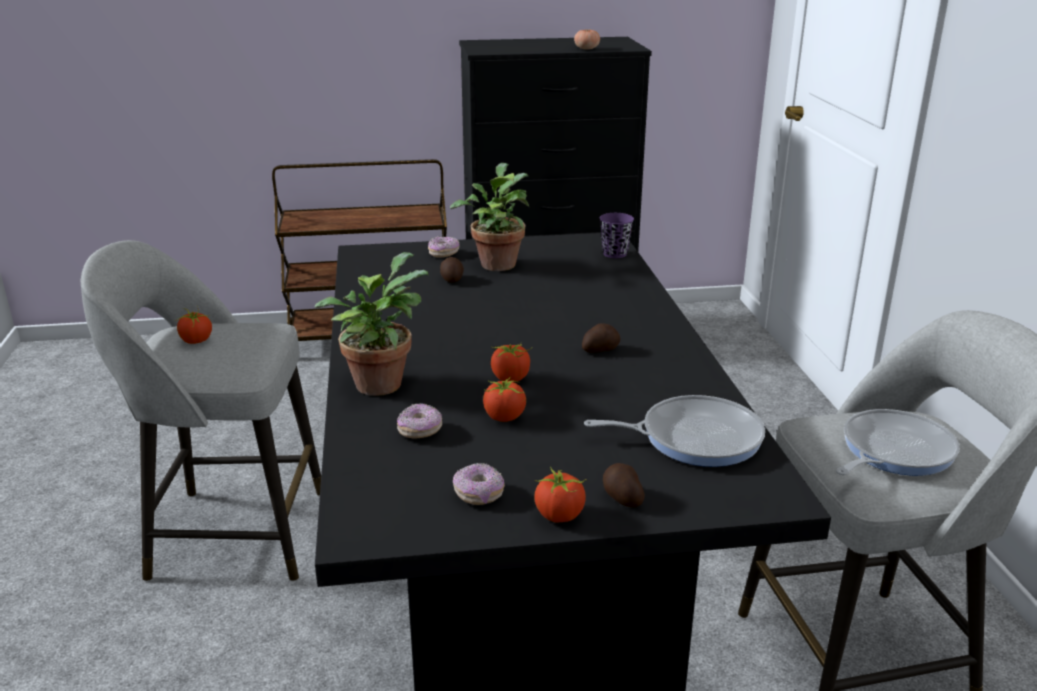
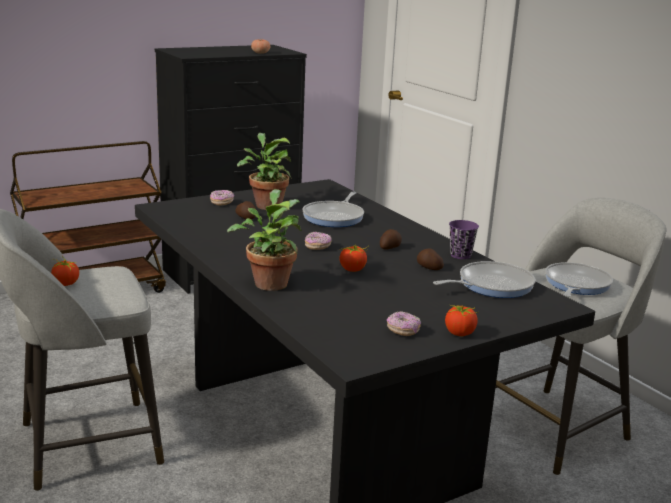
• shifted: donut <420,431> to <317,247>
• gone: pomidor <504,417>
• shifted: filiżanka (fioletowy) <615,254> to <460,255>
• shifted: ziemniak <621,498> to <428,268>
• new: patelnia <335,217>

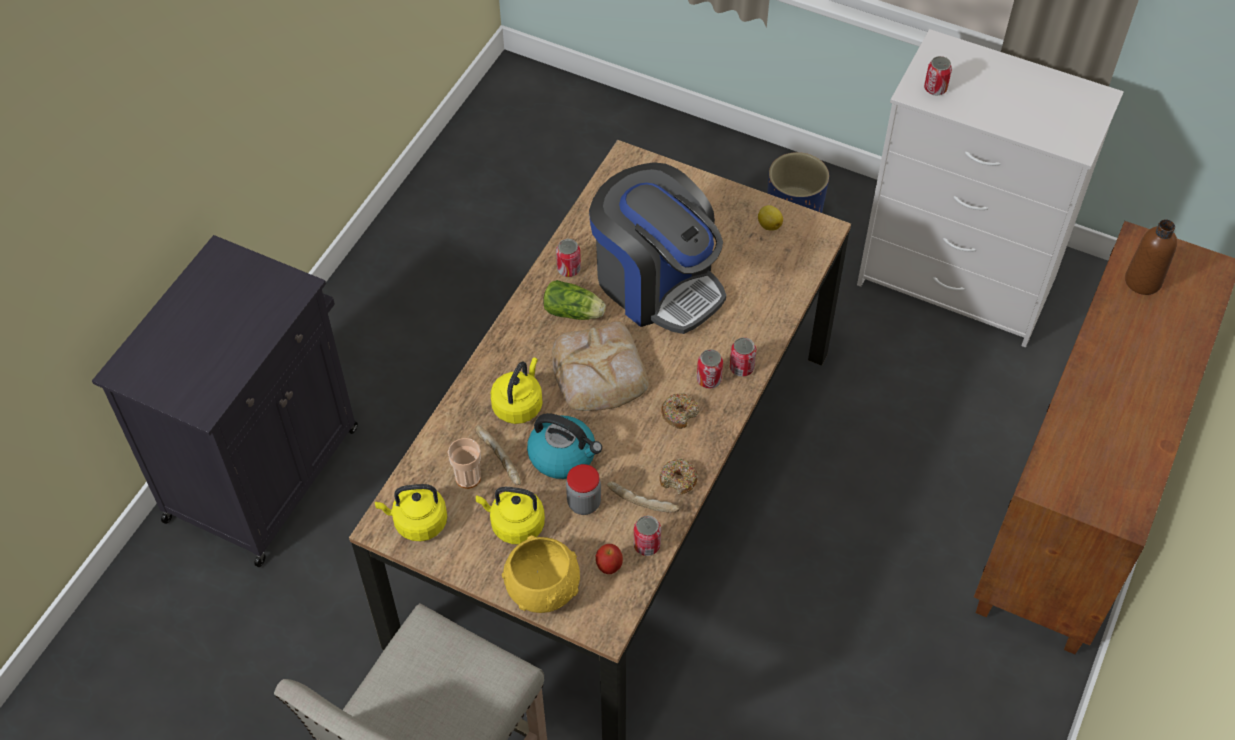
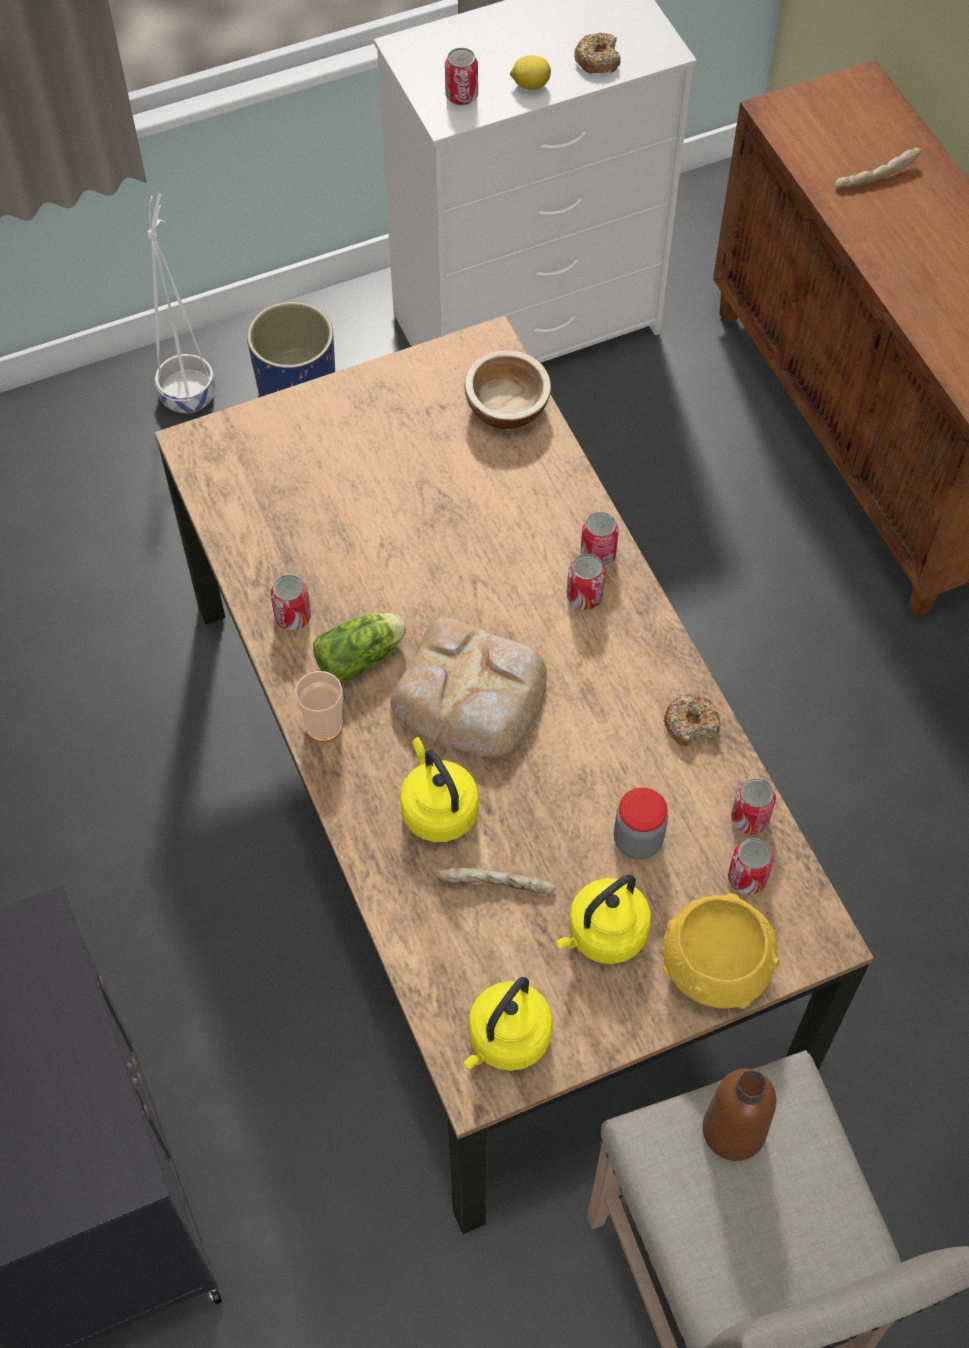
• shifted: filiżanka <468,477> to <324,726>
• gone: czajnik <563,455>
• gone: ekspres do kawy <657,283>
• swapped: jabłko <609,567> to puszka <747,878>
• shifted: chleb <643,501> to <875,175>
• shifted: donut <679,413> to <597,60>
• shifted: cytryna <769,225> to <530,85>
• shifted: butelka (brązowy) <1143,281> to <733,1130>
• new: donica (biały) <188,394>
• new: miska <506,408>

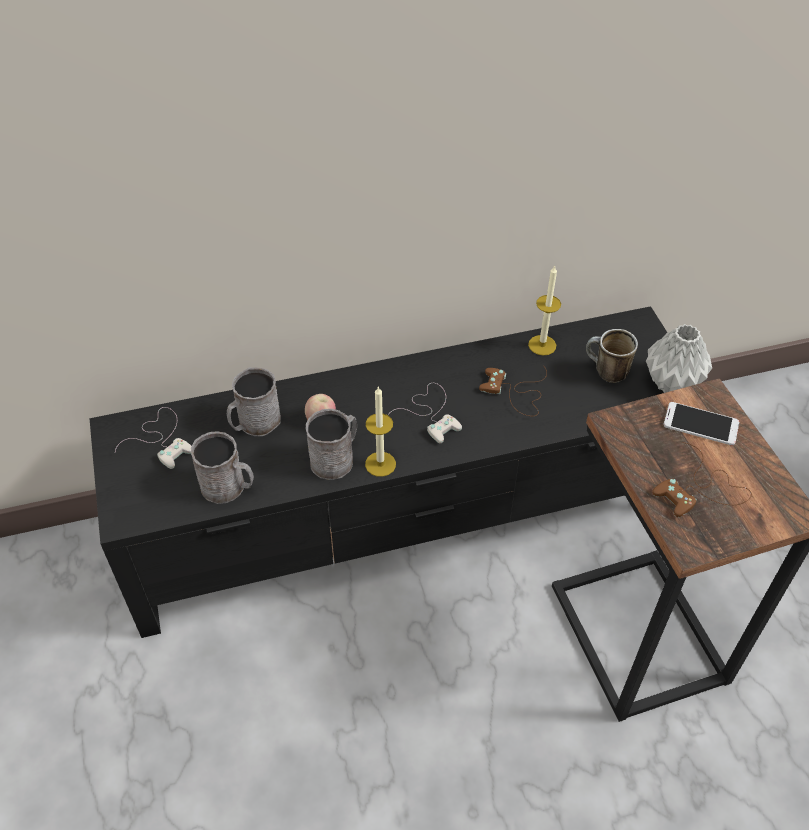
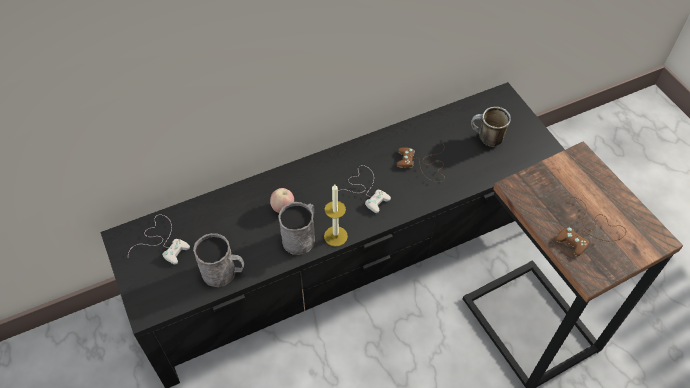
• gone: kubek (szary) <255,424>
• gone: świeca <542,345>
• gone: wazon (szary) <673,383>
• gone: telefon <701,424>

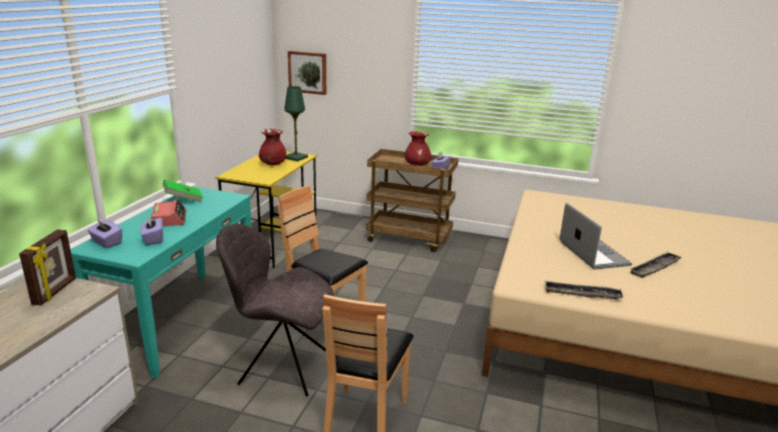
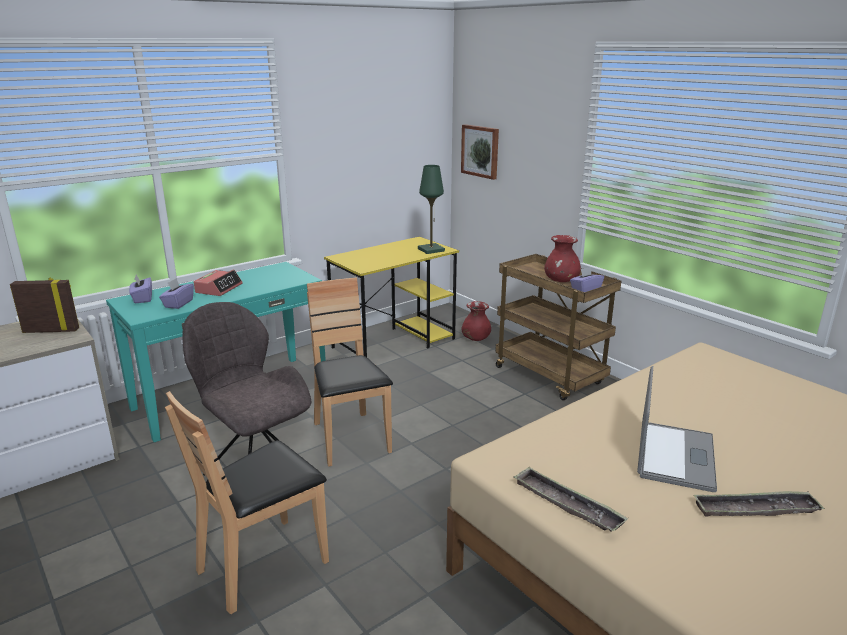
• rotated: ramka na zdjęcie <55,291> = <51,330> 135 degrees counterclockwise
• gone: książka (zielony) <183,199>
• shifted: wazon (czerwony) <273,164> to <475,339>

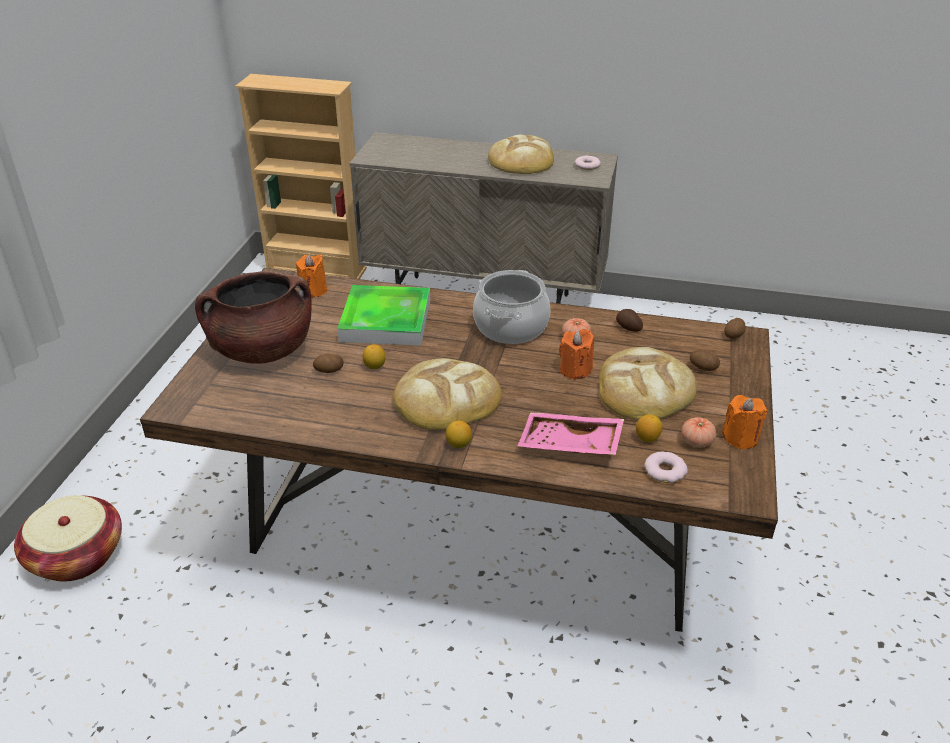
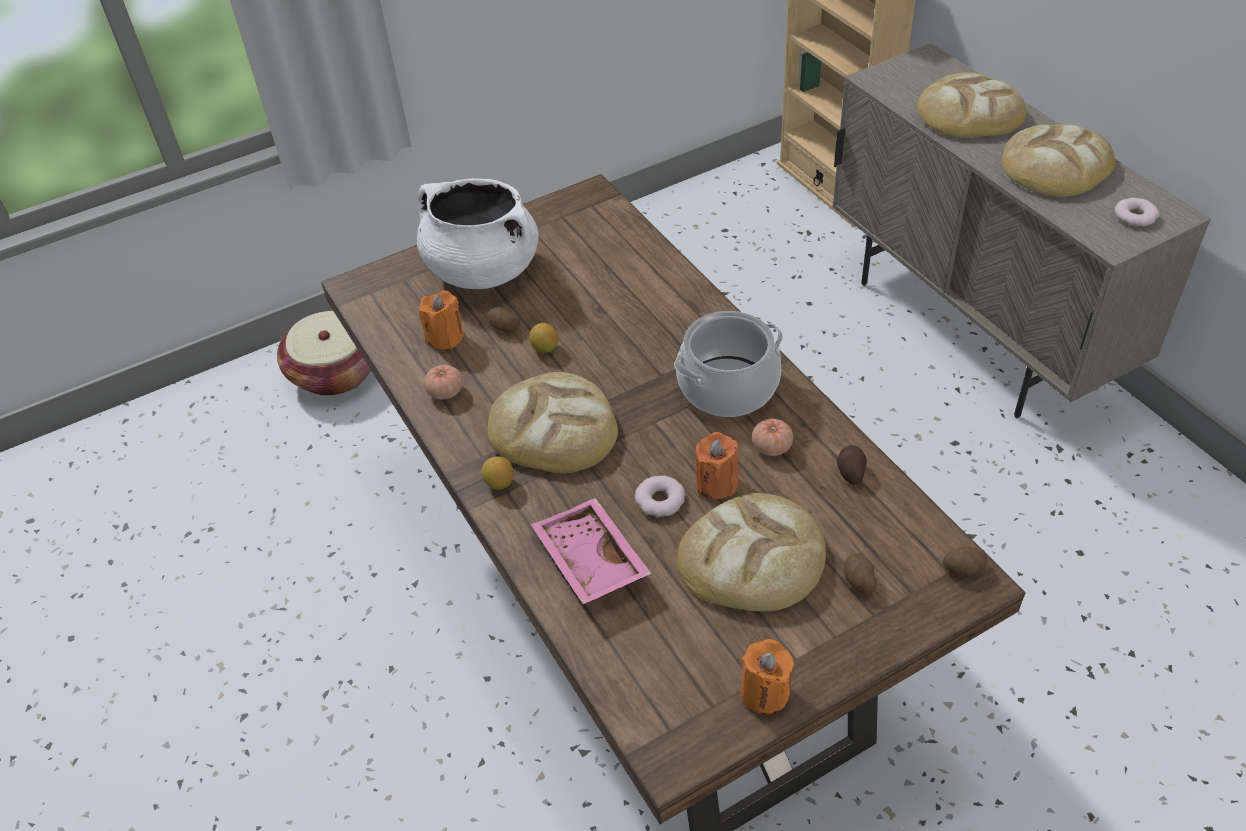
• repainted: garnek (brązowy) <262,350> to garnek (biały) <482,270>
• shifted: świeca (pomarańczowy) <313,291> to <445,337>
• gone: taca <386,320>
• gone: cytryna <647,438>
• shifted: donut <665,471> to <660,500>
• shifted: pomidor <697,441> to <445,391>
• new: chleb <969,113>

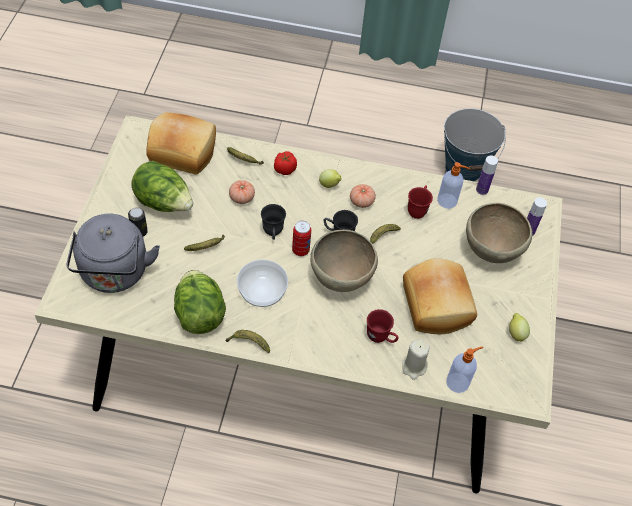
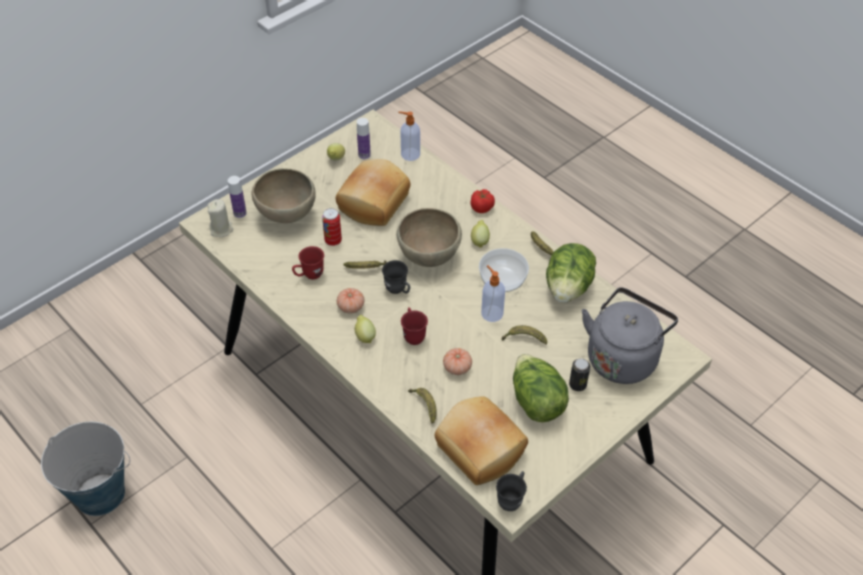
• shifted: kubek (szary) <273,233> to <512,498>
• shifted: pomidor <284,169> to <482,208>
• shifted: puszka <300,250> to <333,241>
• shifted: kubek (czerwony) <380,338> to <413,334>
• shifted: świeca (beżowy) <414,367> to <221,229>
• shifted: dozownik mydła <448,201> to <491,313>
• shifted: butelka <482,190> to <364,155>
• new: cytryna <479,241>

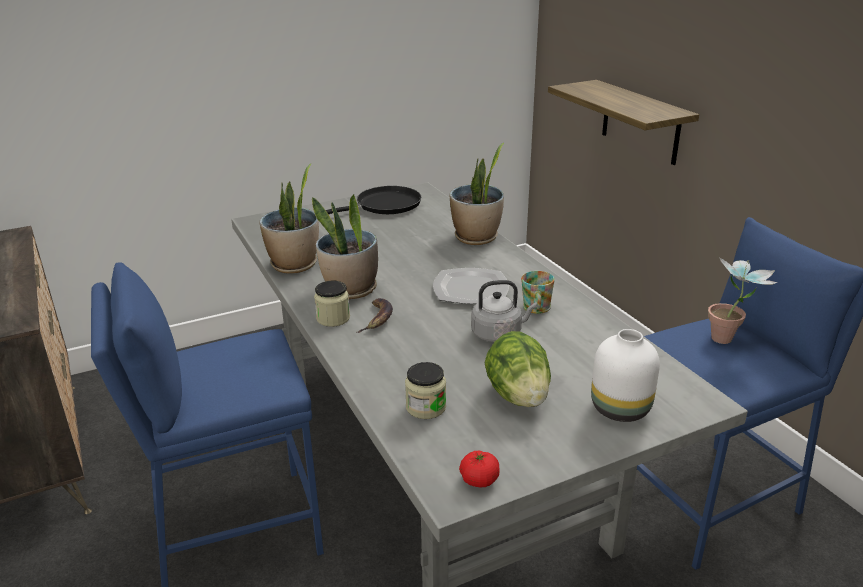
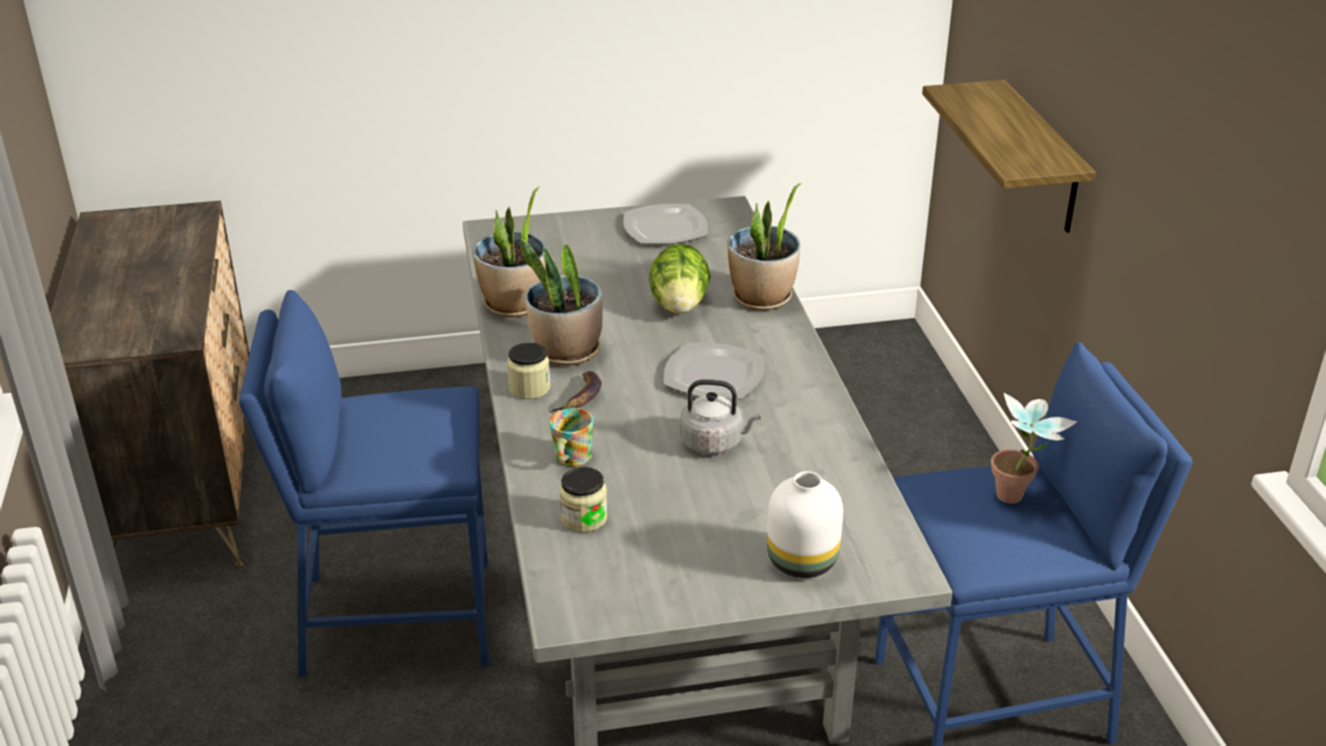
• swapped: patelnia (czarny) <384,205> to talerz <666,228>
• gone: pomidor <479,480>
• shifted: sałata <518,395> to <679,306>
• shifted: kubek <536,309> to <570,459>

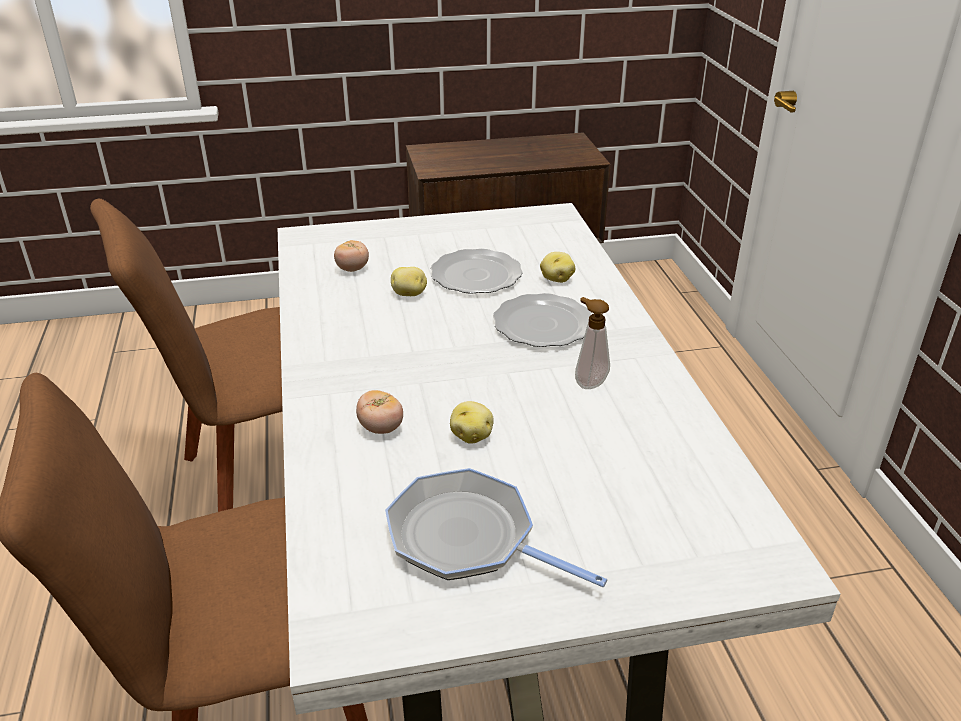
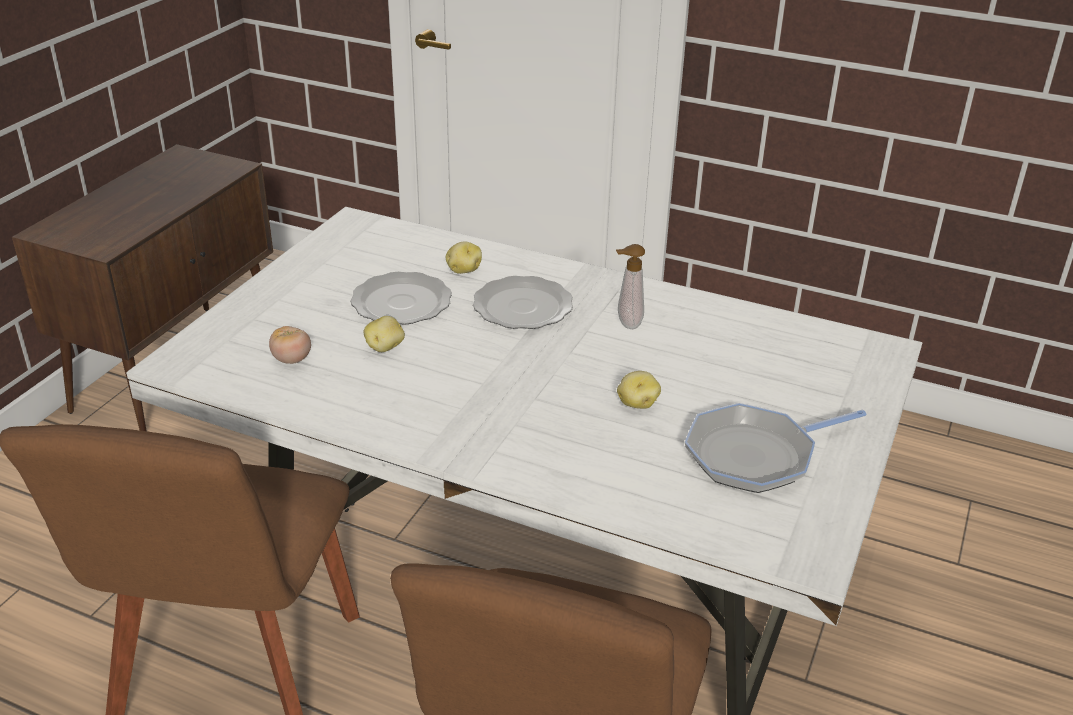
• gone: pomidor <381,428>

